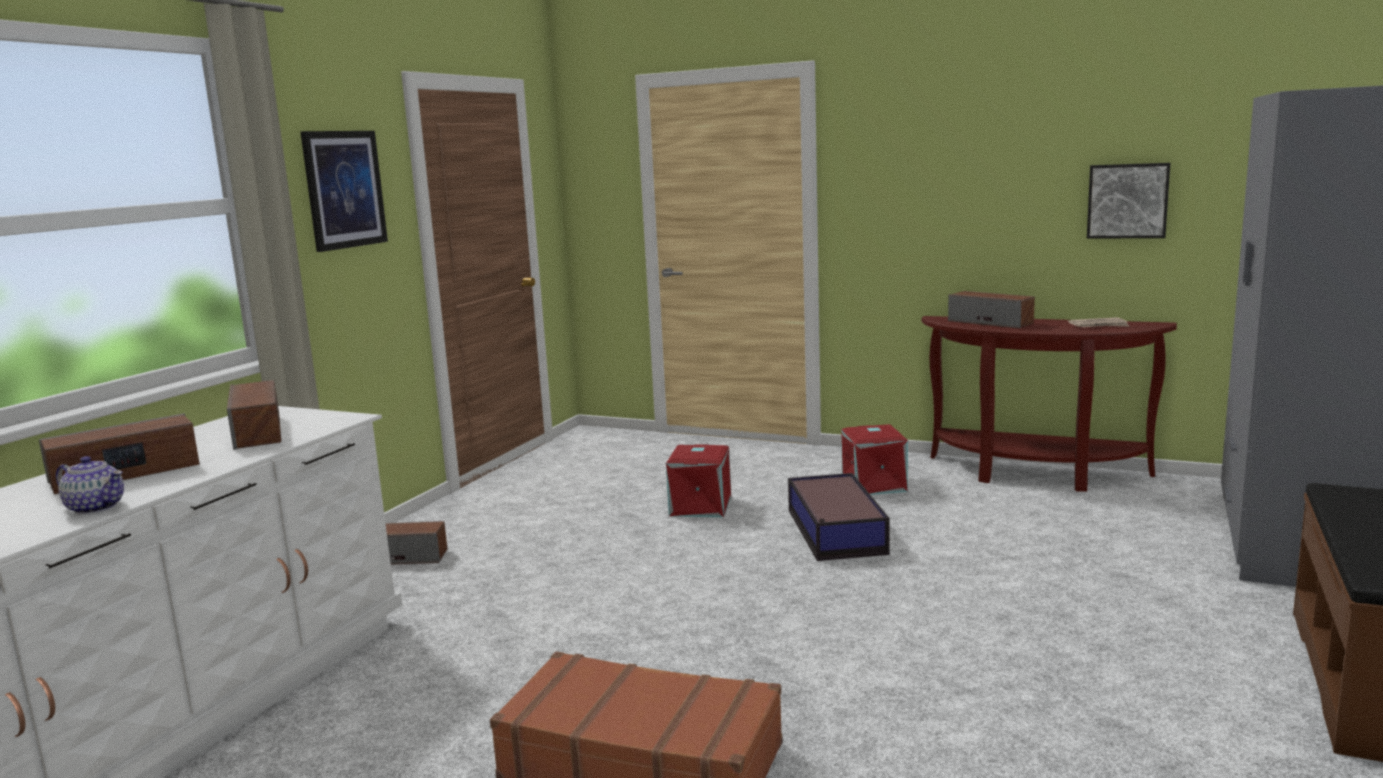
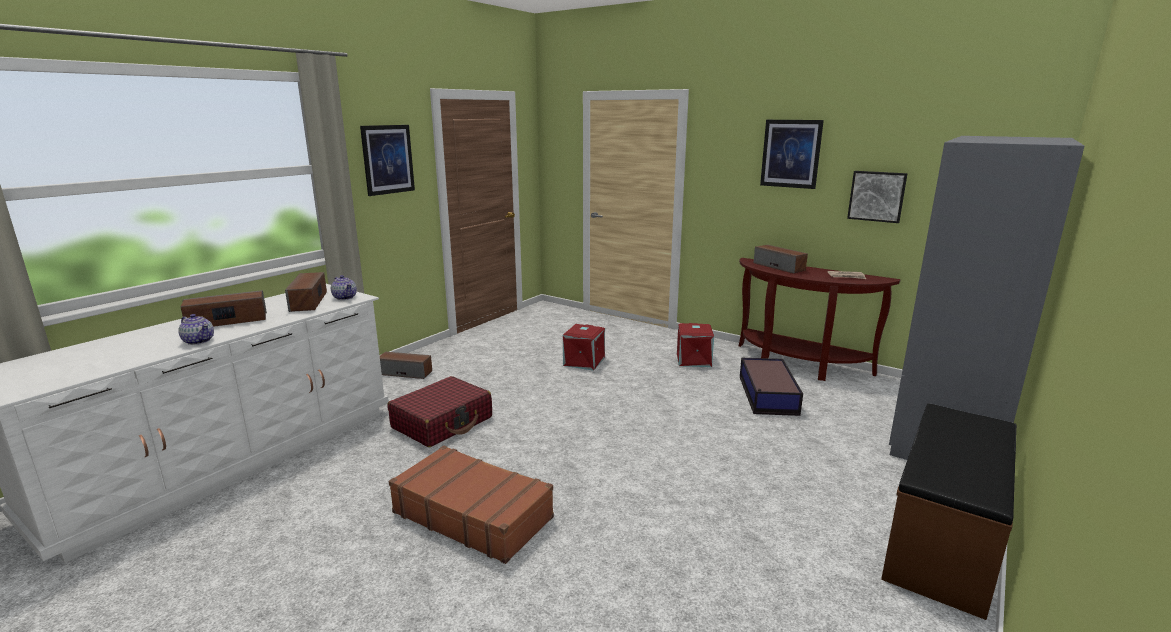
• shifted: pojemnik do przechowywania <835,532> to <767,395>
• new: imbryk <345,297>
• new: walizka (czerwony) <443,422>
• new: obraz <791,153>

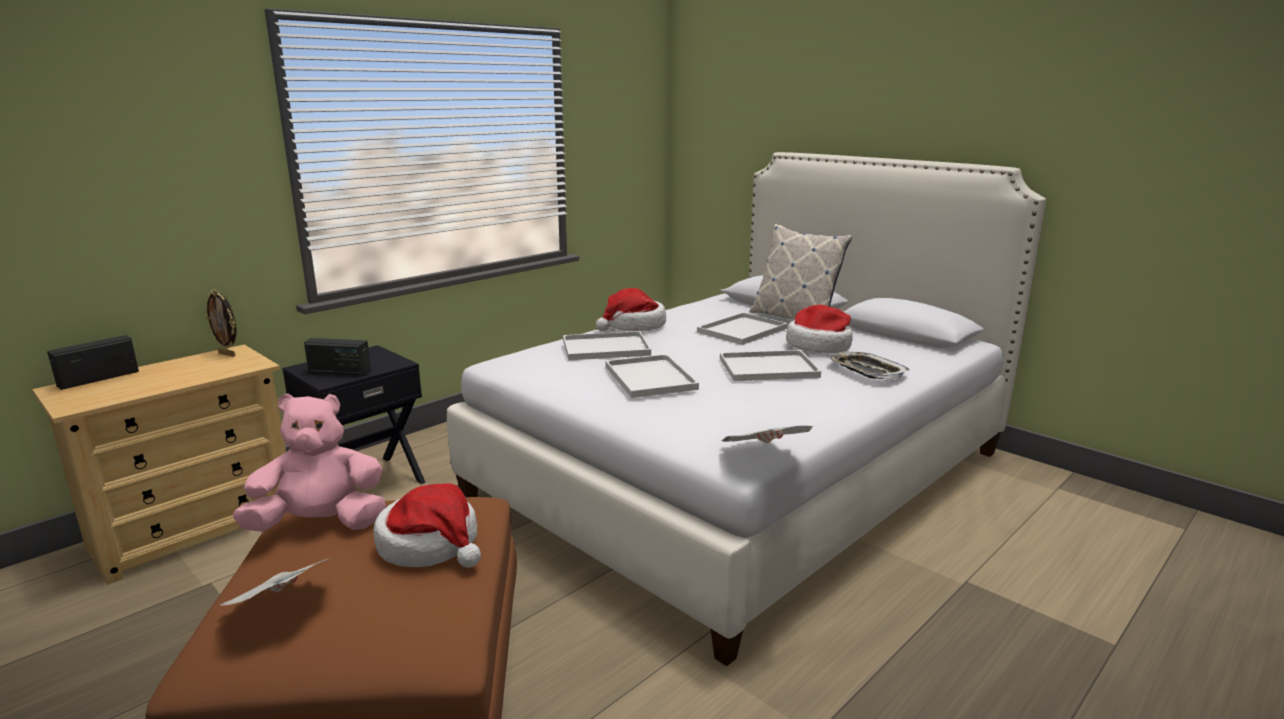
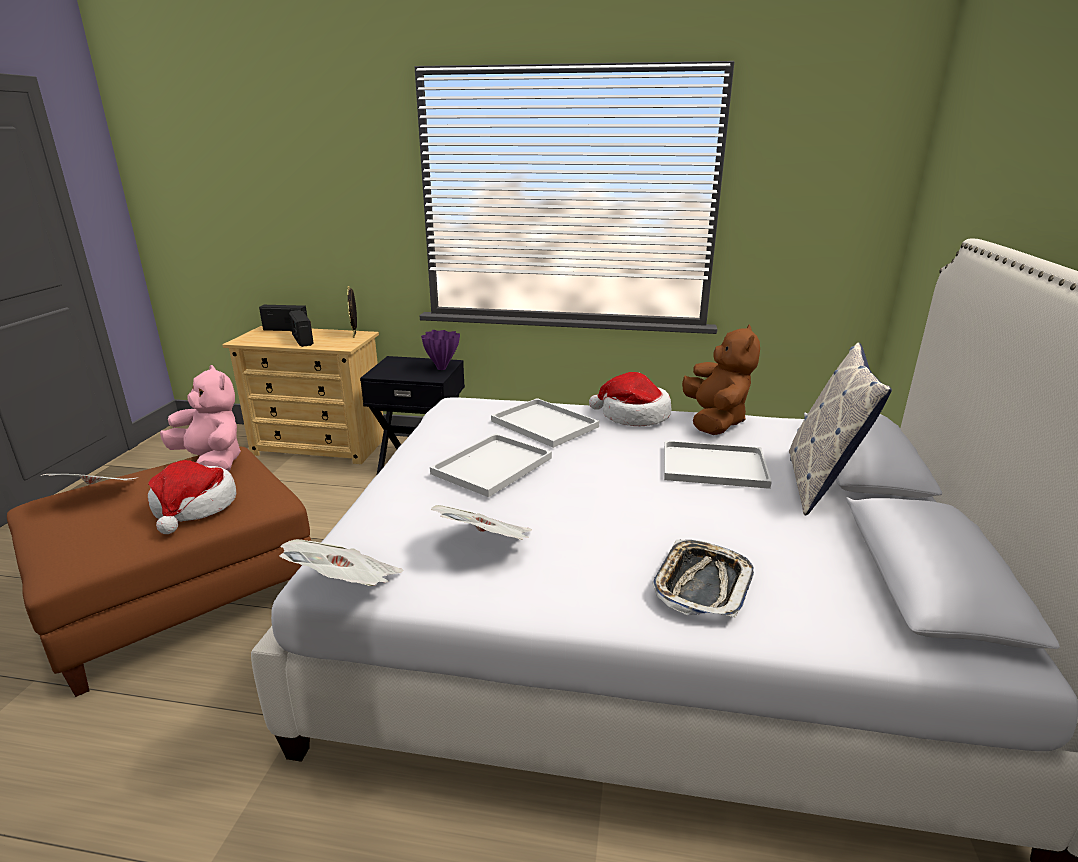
• shifted: radio <339,372> to <302,340>
• gone: taca (biały) <766,368>
• gone: kapelusz <819,346>
• new: wazon (fioletowy) <441,369>
• new: gazeta <487,545>
• new: pluszak (brązowy) <714,421>

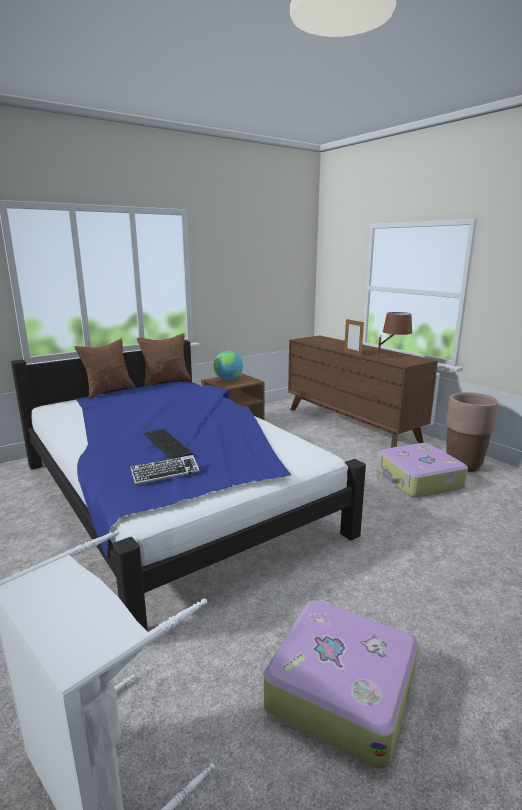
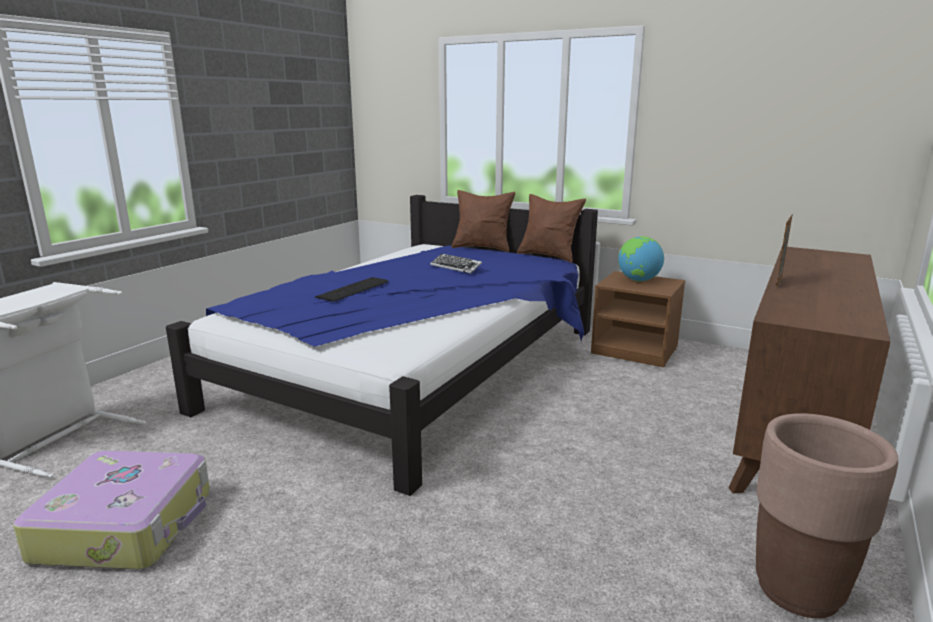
• shifted: klawiatura <165,473> to <456,267>
• gone: walizka <418,480>
• gone: lampa stołowa (brązowy) <393,357>

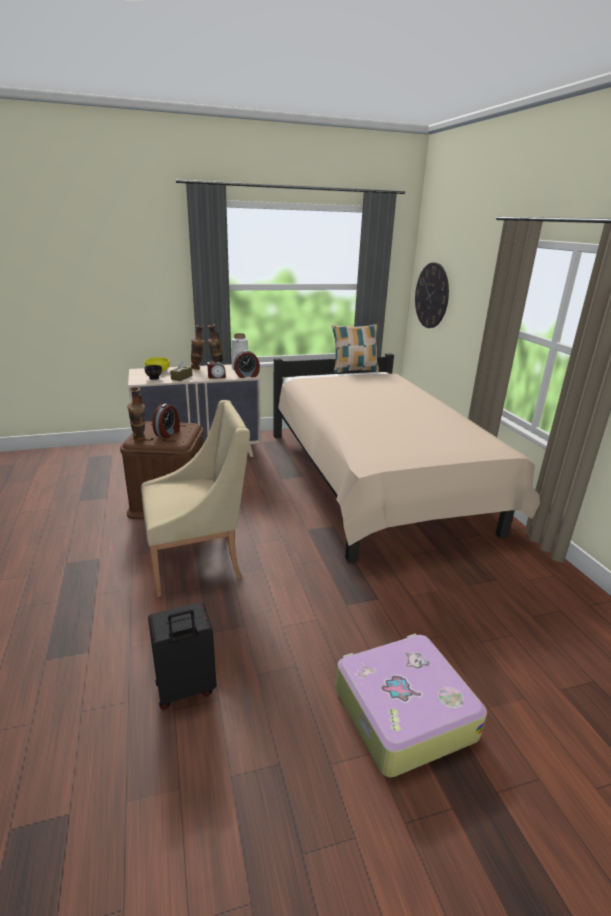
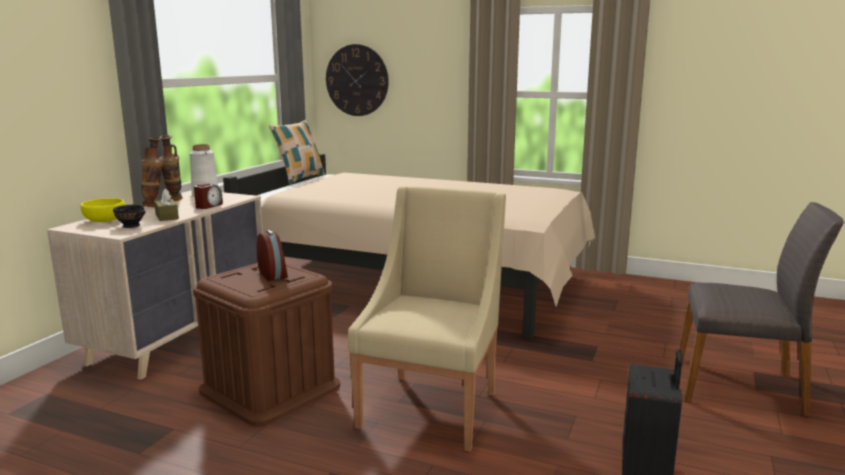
• gone: wazon <140,440>
• gone: budzik <247,376>
• swapped: walizka <402,712> to krzesło (szary) <740,386>

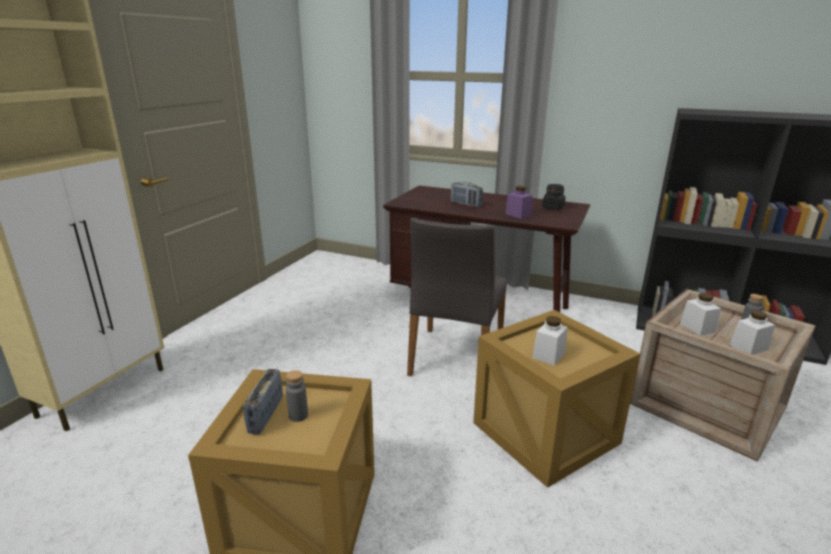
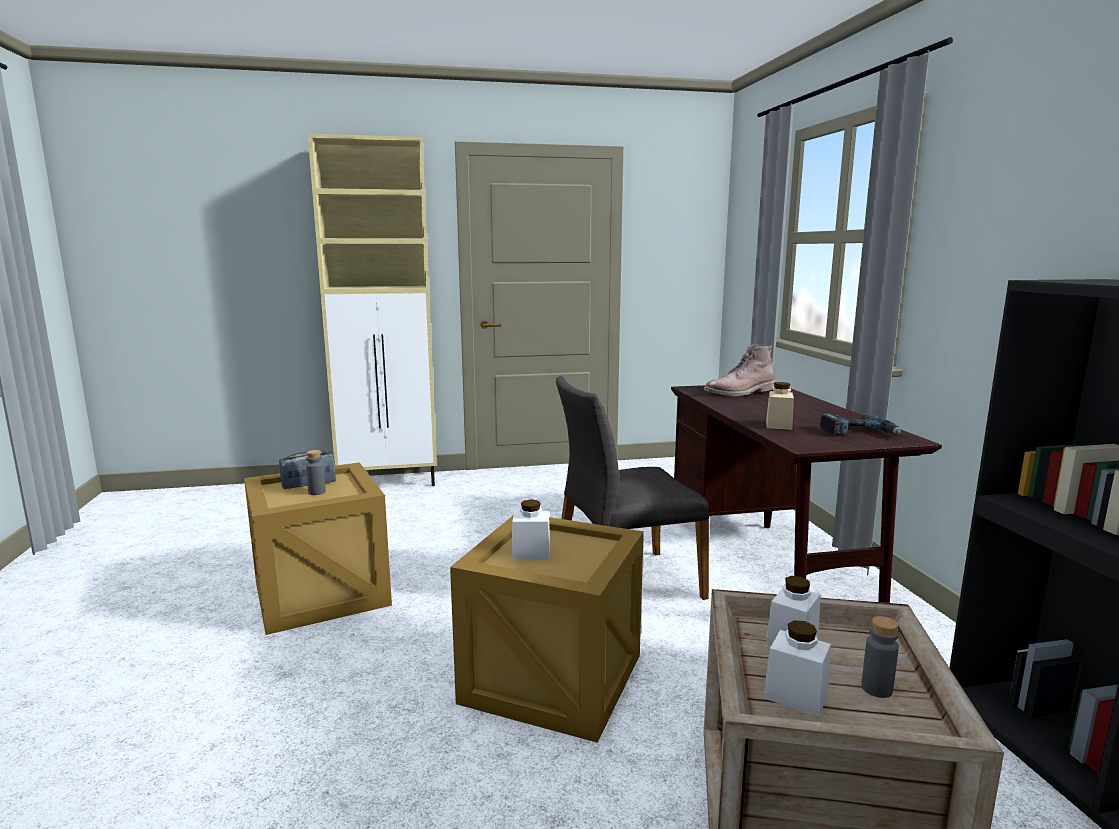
• gone: radio <465,204>
• repainted: słoik (fioletowy) <518,215> to słoik (beżowy) <778,425>
• swapped: słoik (czarny) <553,207> to wiertarka <858,432>
• new: but z cholewką (brązowy) <740,393>

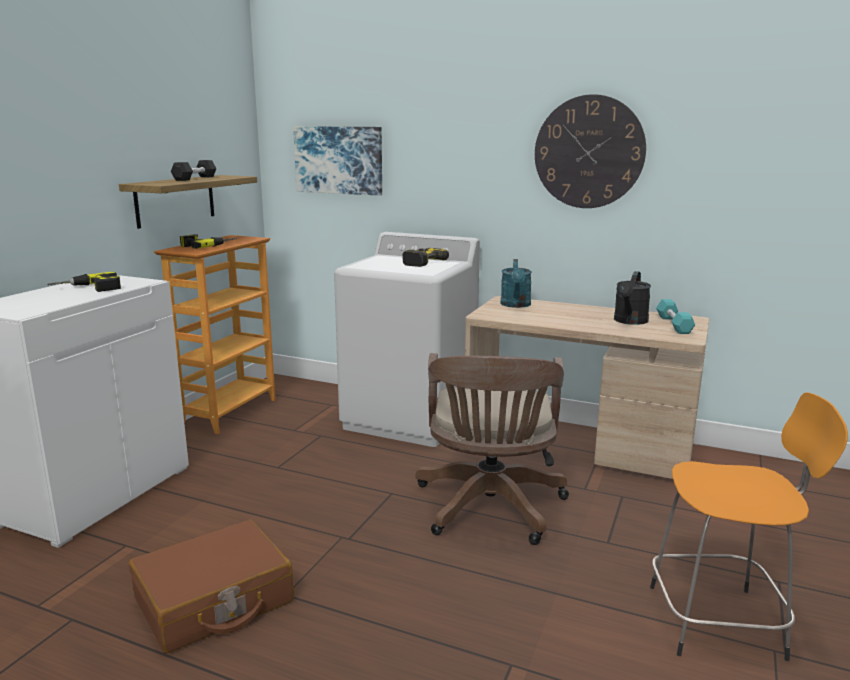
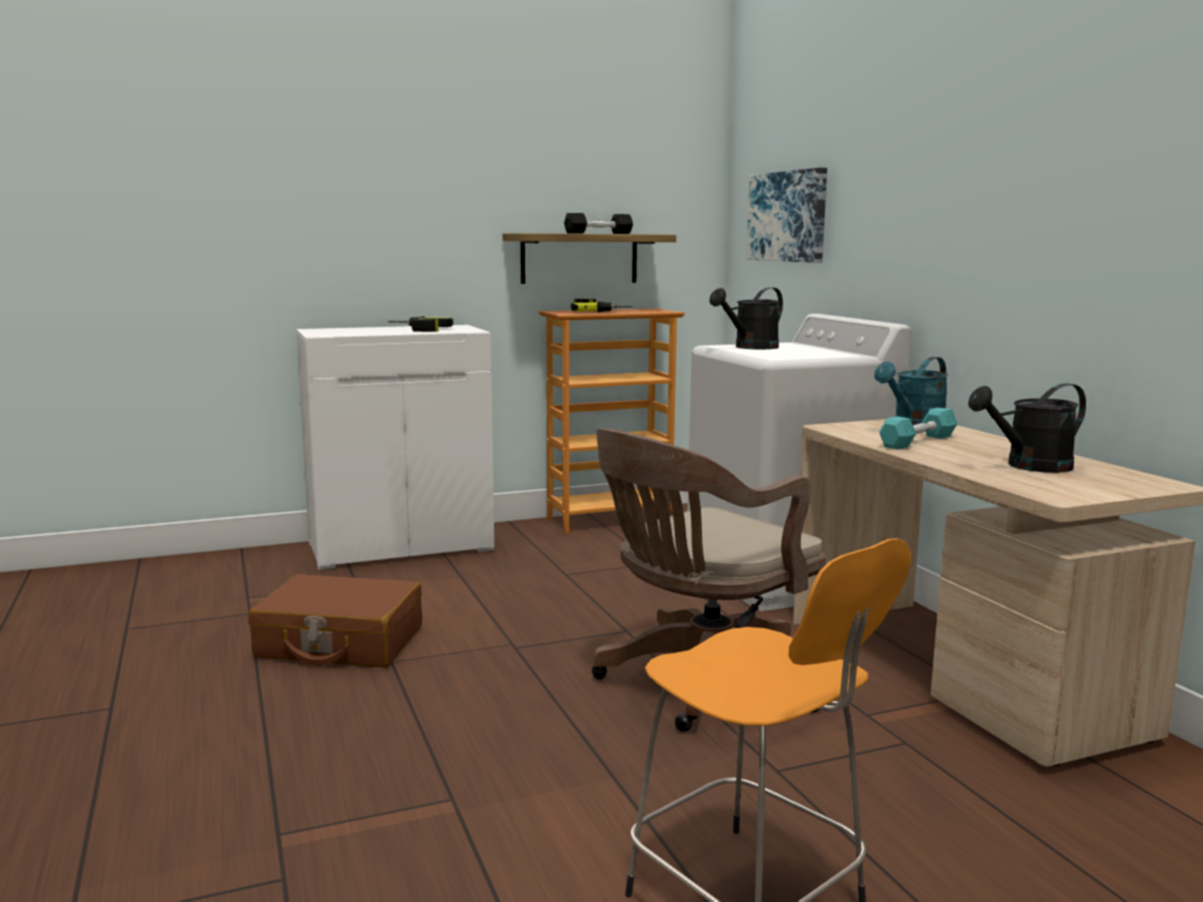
• gone: wiertarka <417,262>
• gone: zegar ścienny <589,152>
• shifted: hantel (turkusowy) <673,324> to <917,441>
• new: konewka (czarny) <750,347>

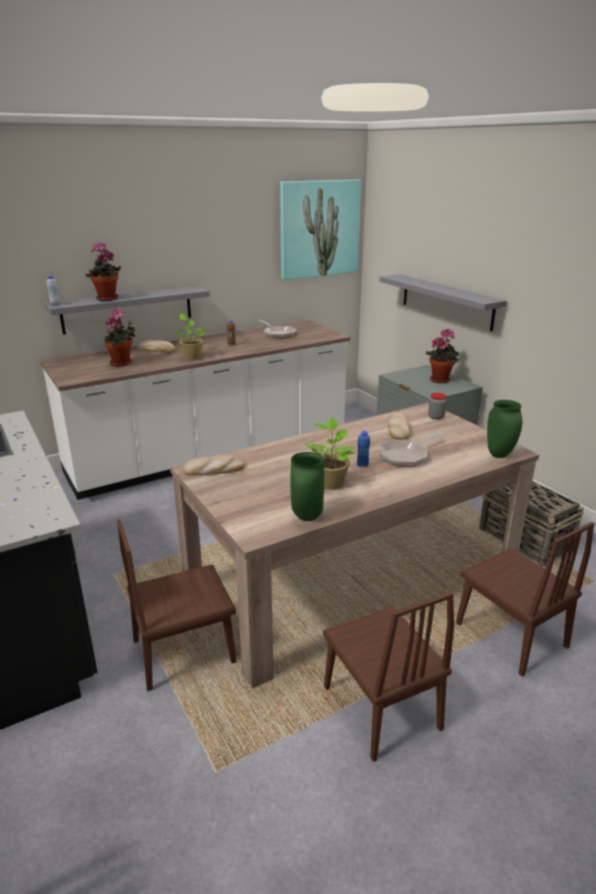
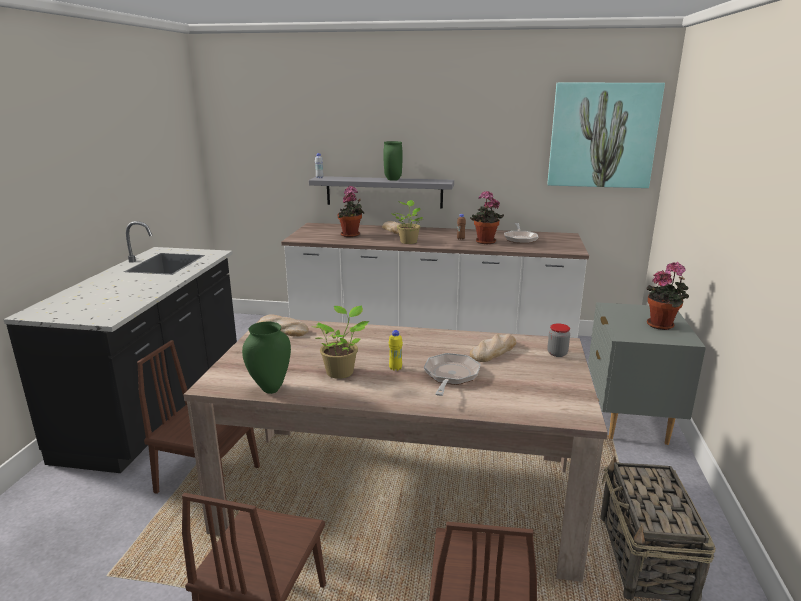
• shifted: roślina doniczkowa <107,299> to <485,242>
• repainted: butelka (niebieski) <362,465> to butelka (żółty) <395,368>
• gone: półka (szary) <446,301>
• rotated: patelnia <406,456> = <450,376> 105 degrees clockwise
• shifted: wazon (zielony) <498,455> to <392,179>

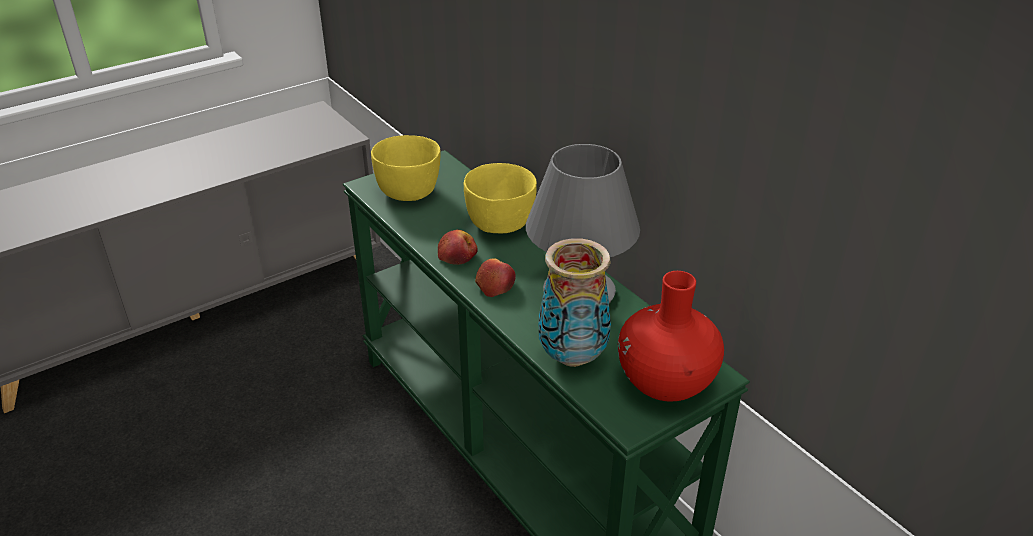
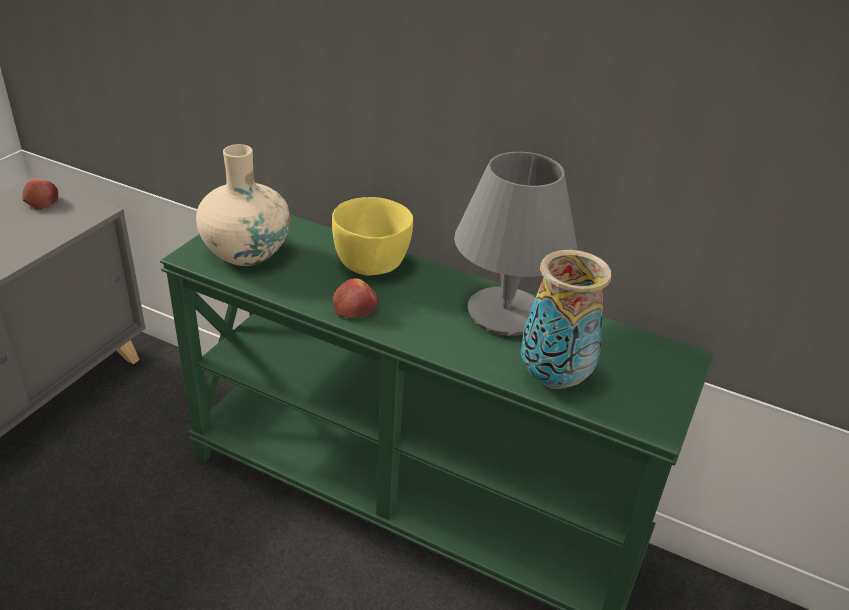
• swapped: miska (żółty) <409,191> to wazon (beżowy) <246,252>
• shifted: jabłko <495,284> to <41,201>
• gone: wazon (czerwony) <665,382>

